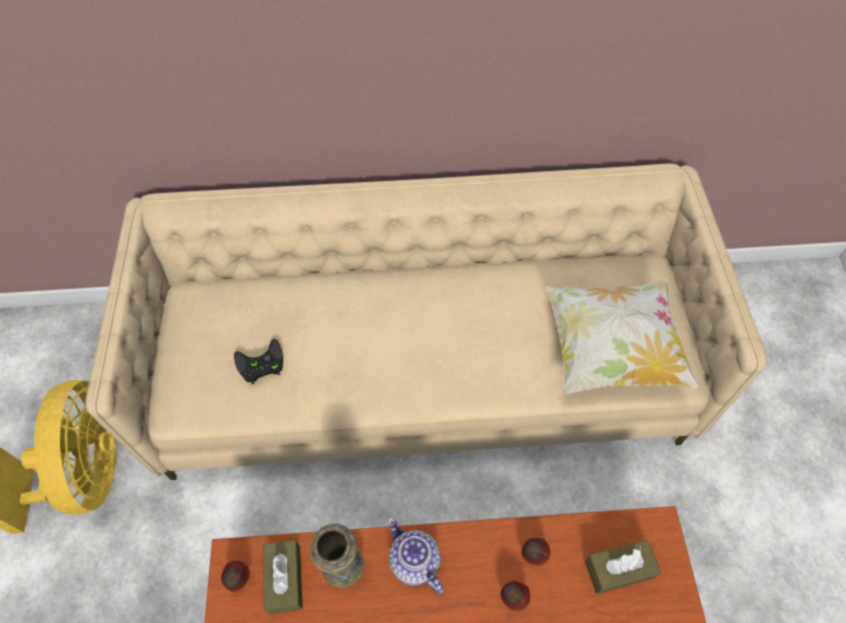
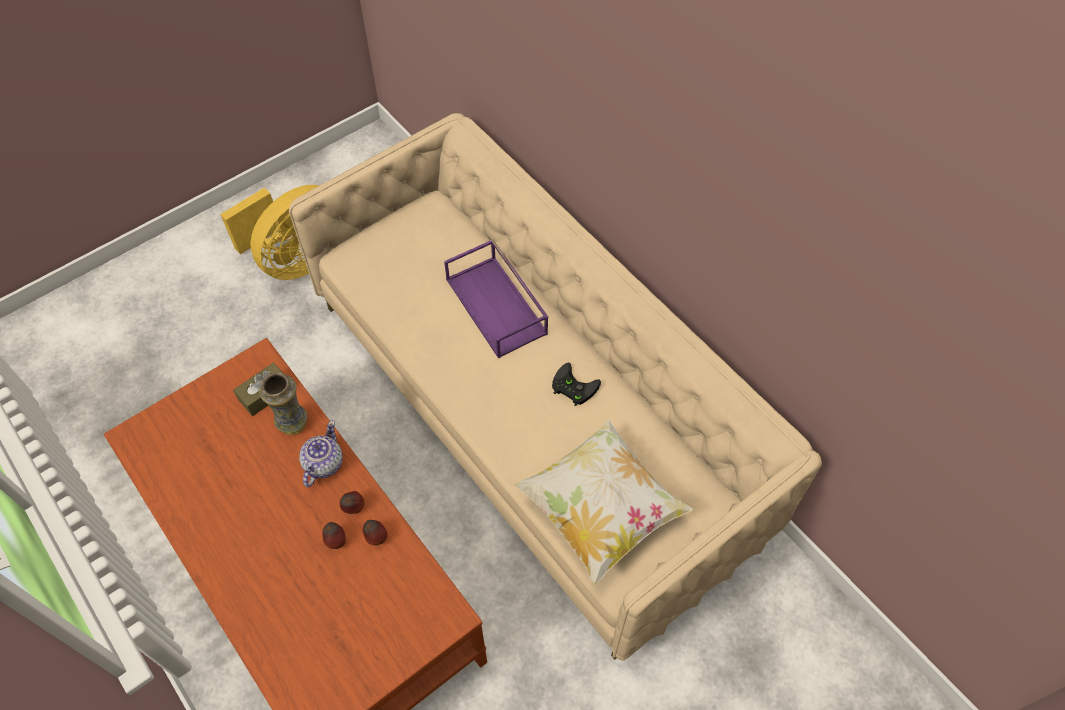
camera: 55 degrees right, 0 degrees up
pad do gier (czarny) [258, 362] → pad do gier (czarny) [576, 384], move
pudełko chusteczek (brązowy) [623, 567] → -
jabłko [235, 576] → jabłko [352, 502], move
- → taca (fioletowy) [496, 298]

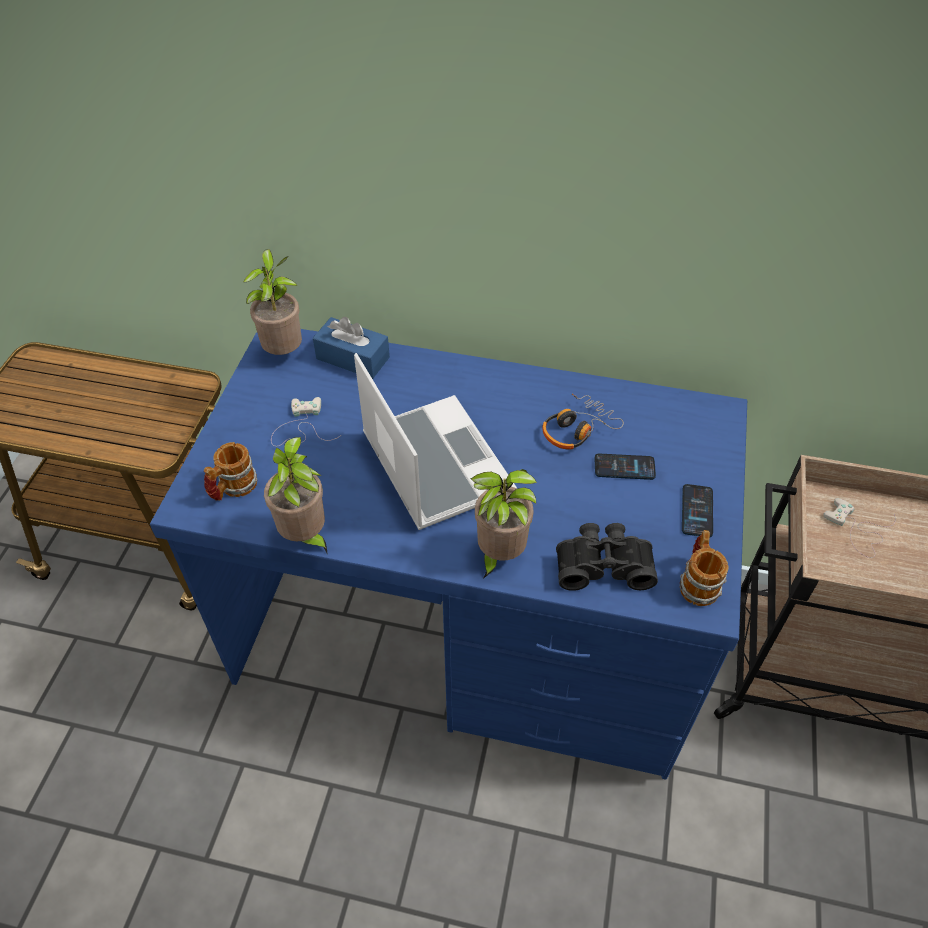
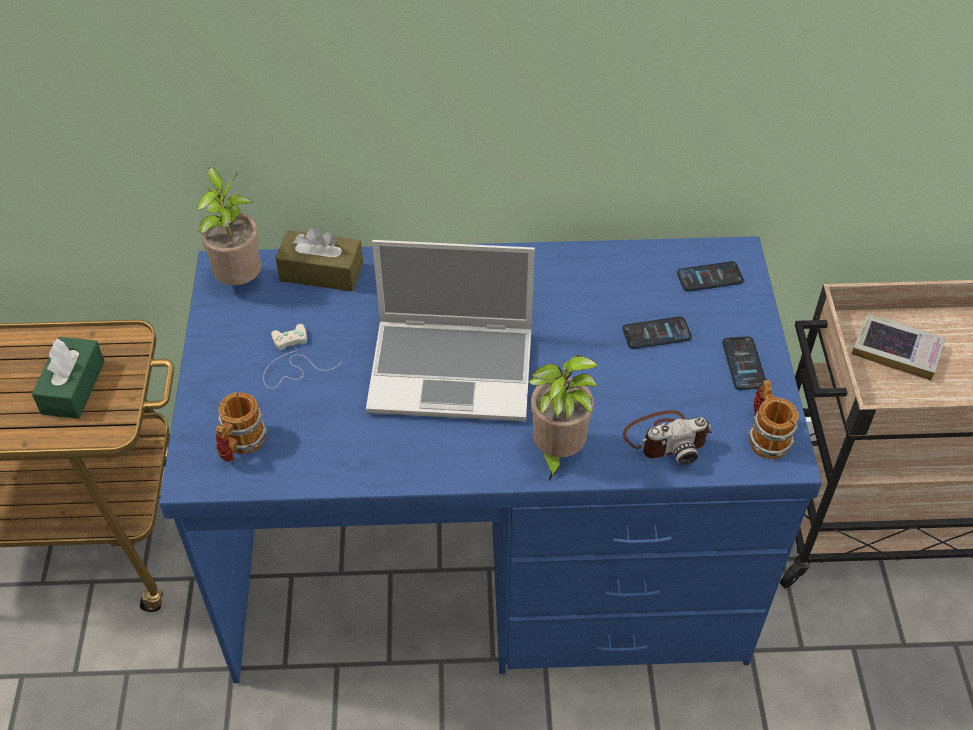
camera: 15 degrees left, 0 degrees up
pudełko chusteczek (niebieski) [351, 348] → pudełko chusteczek (brązowy) [319, 259]
laptop [435, 441] → laptop [450, 330], 135 degrees clockwise
słuchawki [583, 421] → -
roślina doniczkowa [296, 496] → -
pad do gier (biały) [859, 528] → książka [898, 347]
lornetka (czarny) [607, 557] → aparat fotograficzny [667, 437]
- → telefon [710, 276]
- → pudełko chusteczek (zielony) [68, 378]

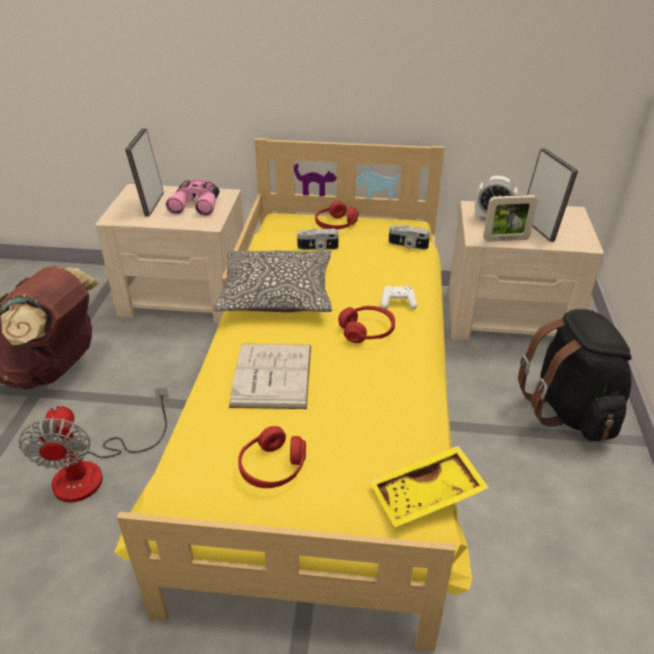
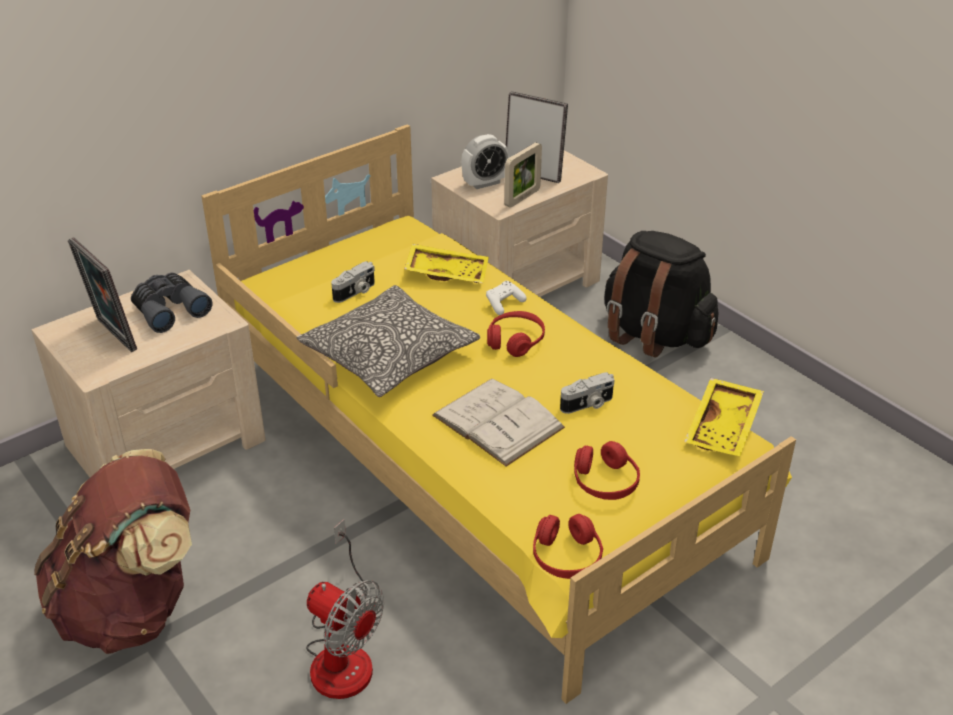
camera: 45 degrees left, 0 degrees up
lornetka (różowy) [193, 197] → lornetka (szary) [172, 303]
słuchawki (czerwony) [336, 215] → słuchawki (czerwony) [568, 546], move
aparat fotograficzny [409, 237] → aparat fotograficzny [587, 393], move
- → taca (żółty) [446, 263]

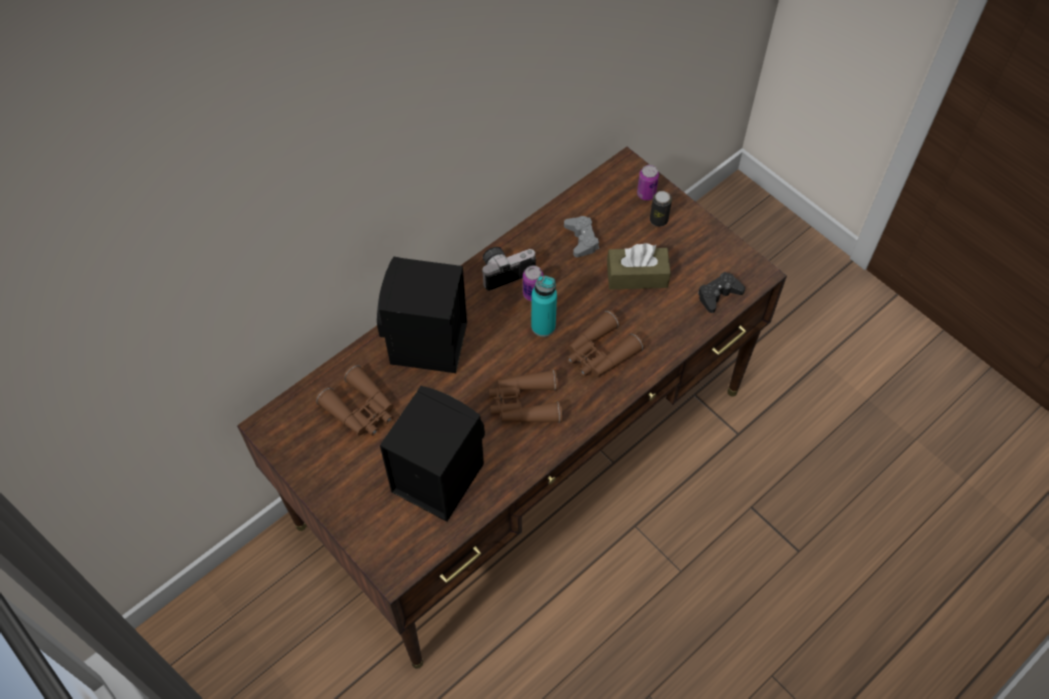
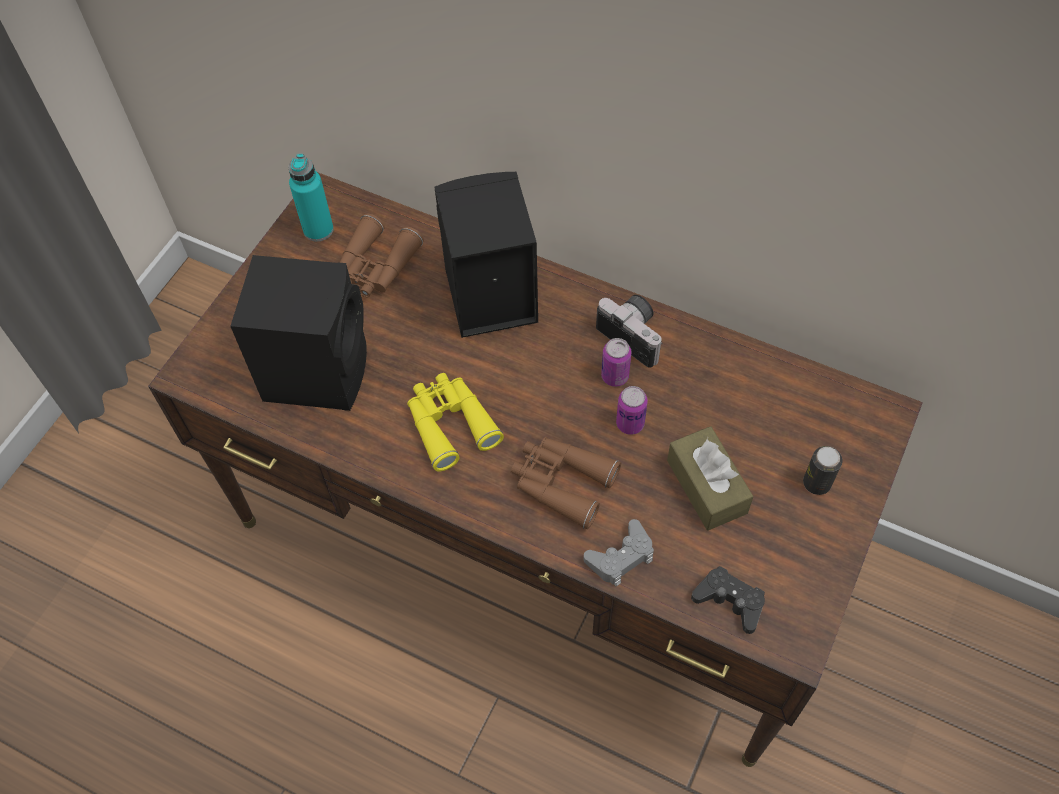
camera: 70 degrees right, 0 degrees up
puszka [648, 183] → puszka [632, 410], move
pad do gier (szary) [581, 236] → pad do gier (szary) [619, 552], move
butelka (turkusowy) [544, 306] → butelka (turkusowy) [311, 198], move
lornetka (brązowy) [525, 396] → lornetka (żółty) [455, 422]

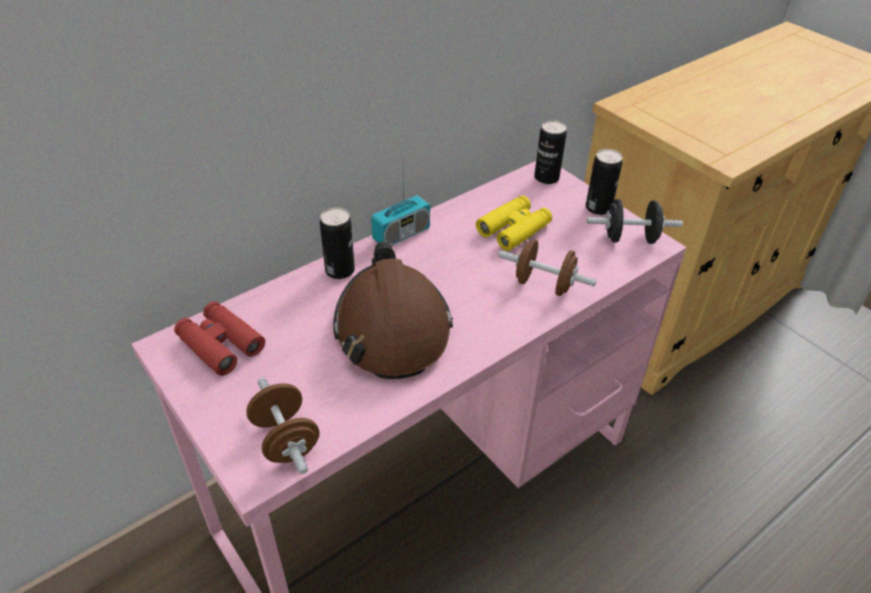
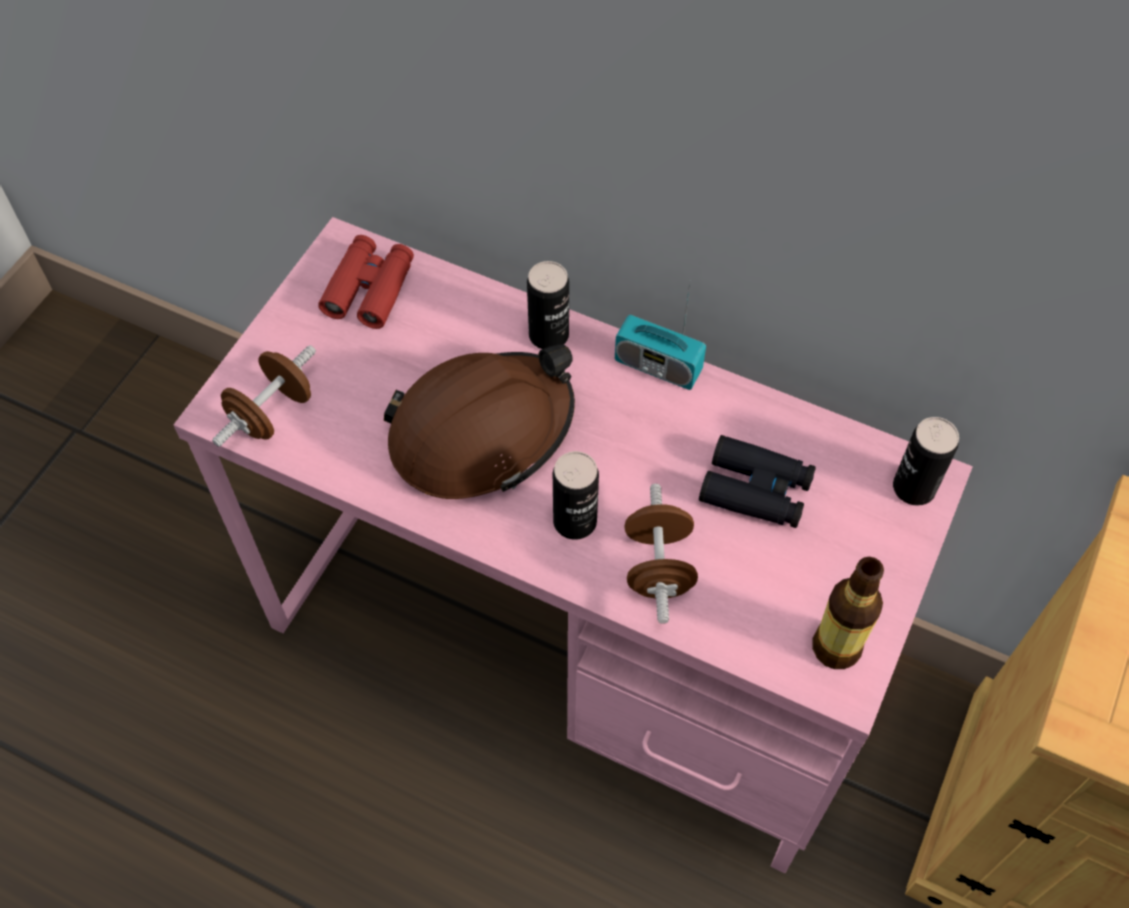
camera: 65 degrees right, 15 degrees up
puszka [603, 182] → puszka [576, 495], move
lornetka (żółty) [514, 223] → lornetka (czarny) [757, 481]
hantel (czarny) [635, 221] → butelka [848, 613]

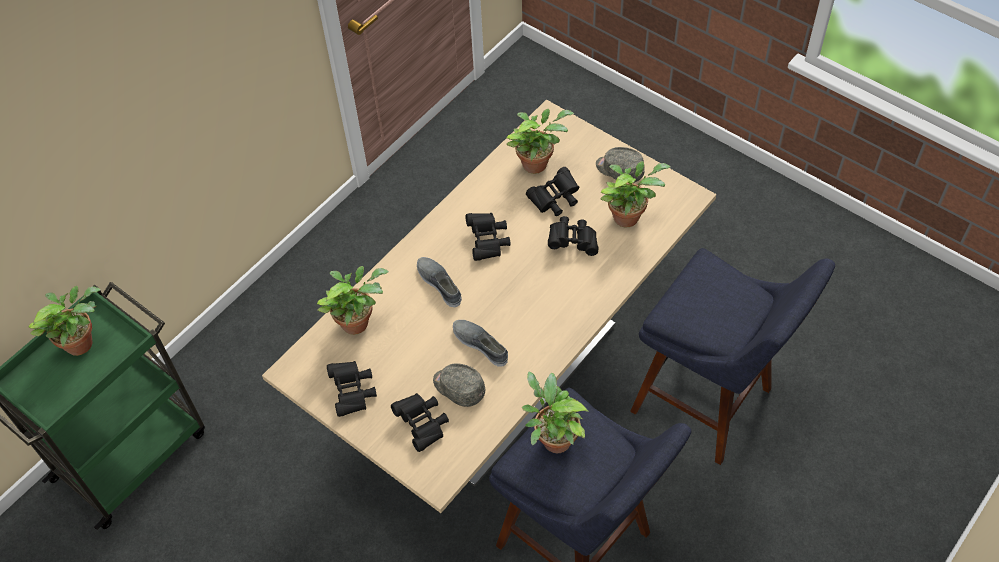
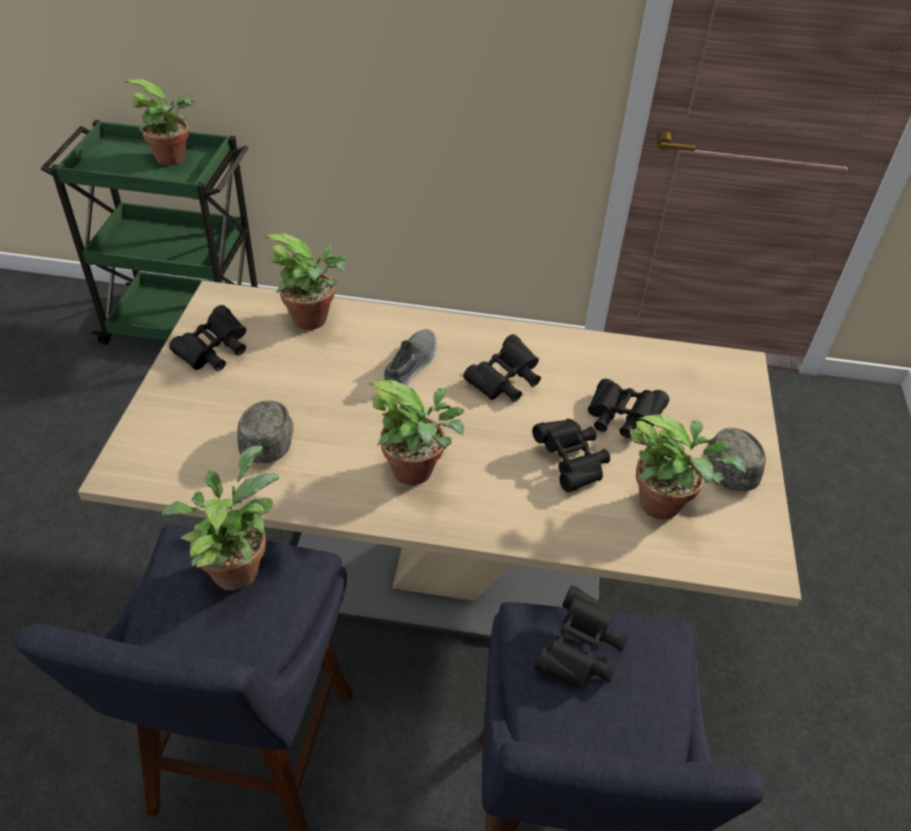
camera: 55 degrees right, 10 degrees down
roślina doniczkowa [540, 141] → roślina doniczkowa [417, 432], move
but (szary) [480, 343] → -
lornetka (czarny) [420, 422] → lornetka (czarny) [581, 637], move

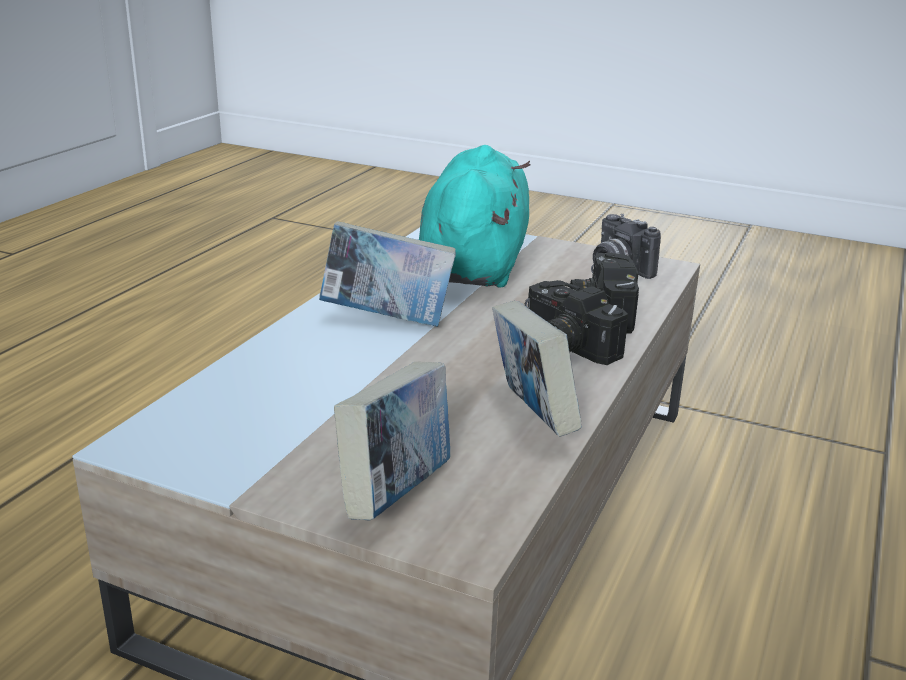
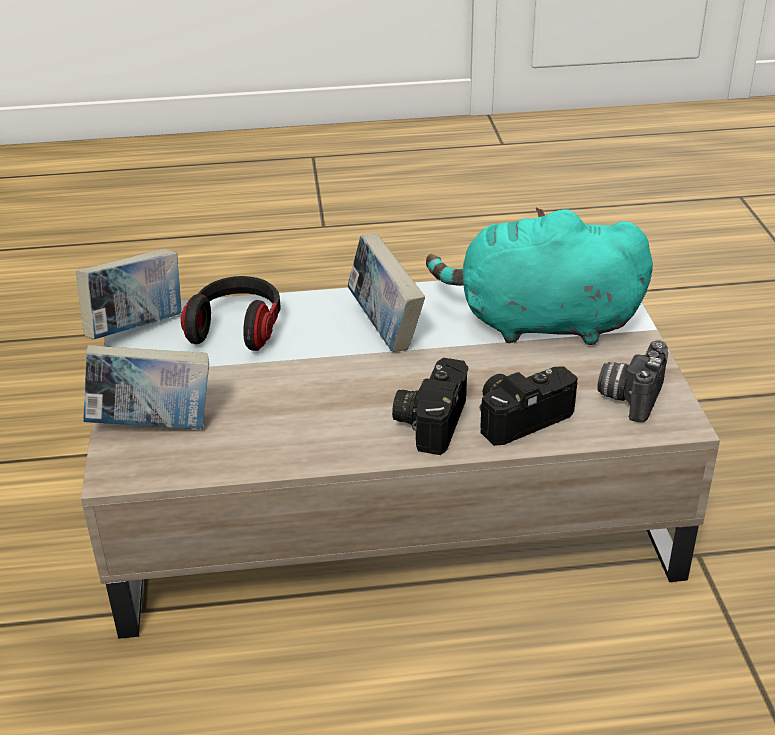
camera: 60 degrees right, 10 degrees up
pluszak (turkusowy) [474, 216] → pluszak (turkusowy) [539, 276], 150 degrees counterclockwise
książka [537, 369] → książka [128, 294], move
- → słuchawki [230, 313]

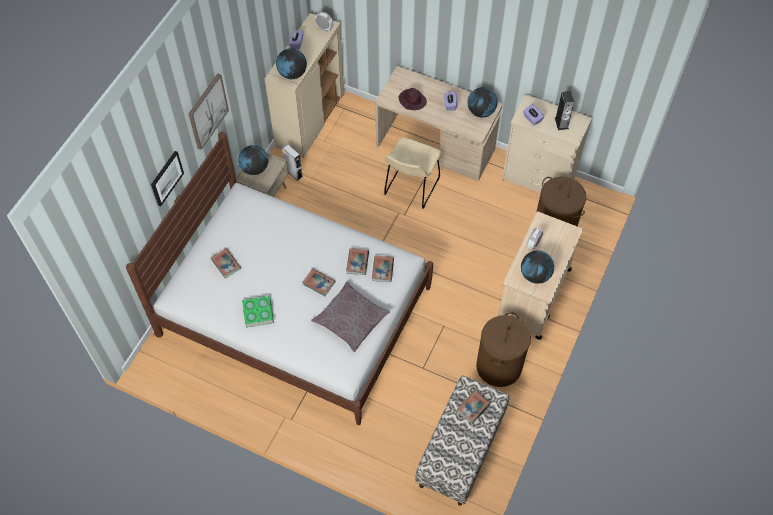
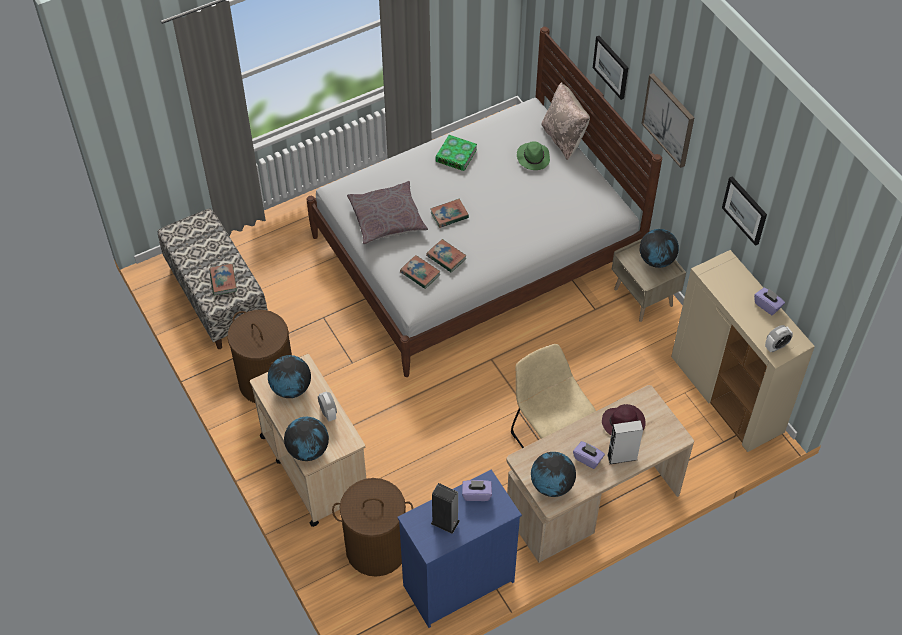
camera: 125 degrees right, 5 degrees down
globus [291, 63] → globus [306, 439], move
komoda (beżowy) [547, 143] → komoda (niebieski) [459, 549]
głośnik (szary) [292, 162] → głośnik (szary) [625, 442], move
książka [225, 263] → kapelusz (zielony) [533, 155]
- → poduszka (beżowy) [566, 121]
- → obraz [744, 211]

